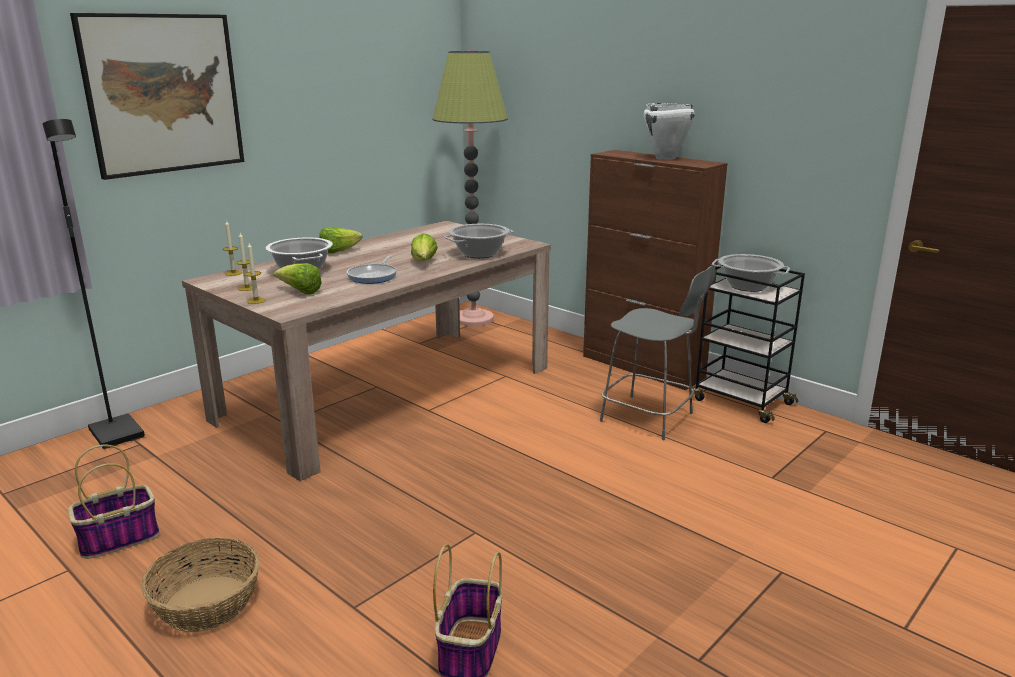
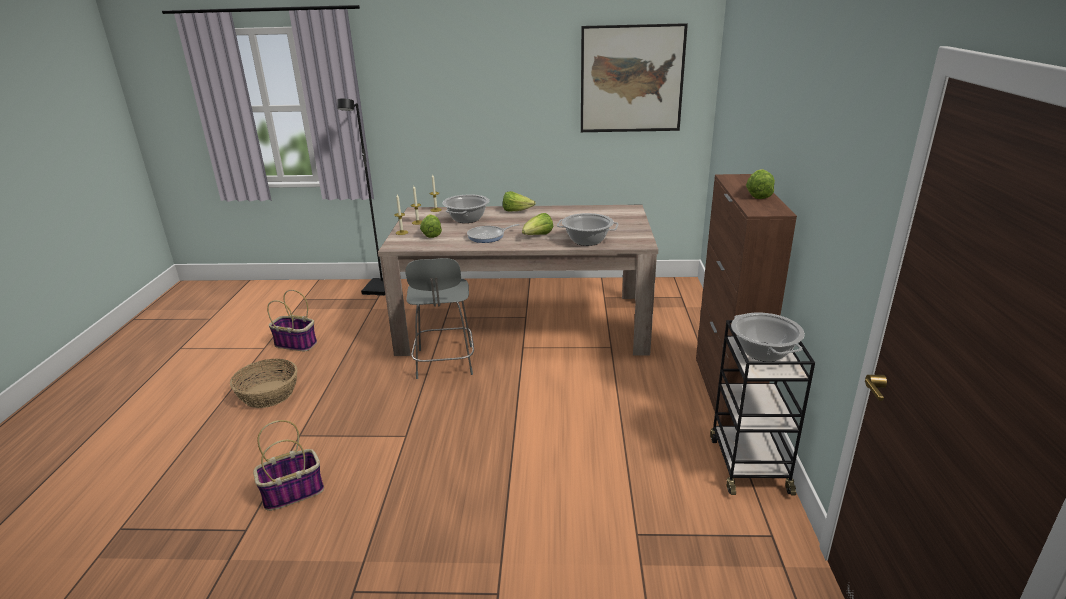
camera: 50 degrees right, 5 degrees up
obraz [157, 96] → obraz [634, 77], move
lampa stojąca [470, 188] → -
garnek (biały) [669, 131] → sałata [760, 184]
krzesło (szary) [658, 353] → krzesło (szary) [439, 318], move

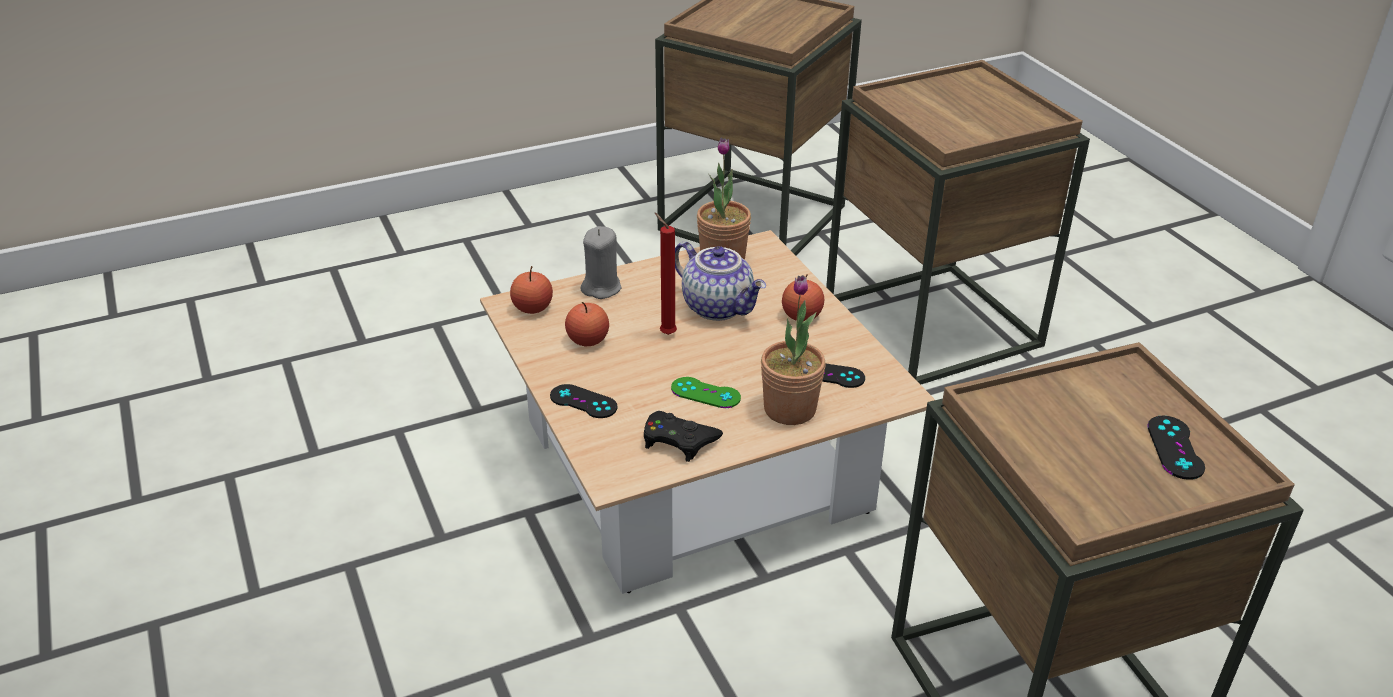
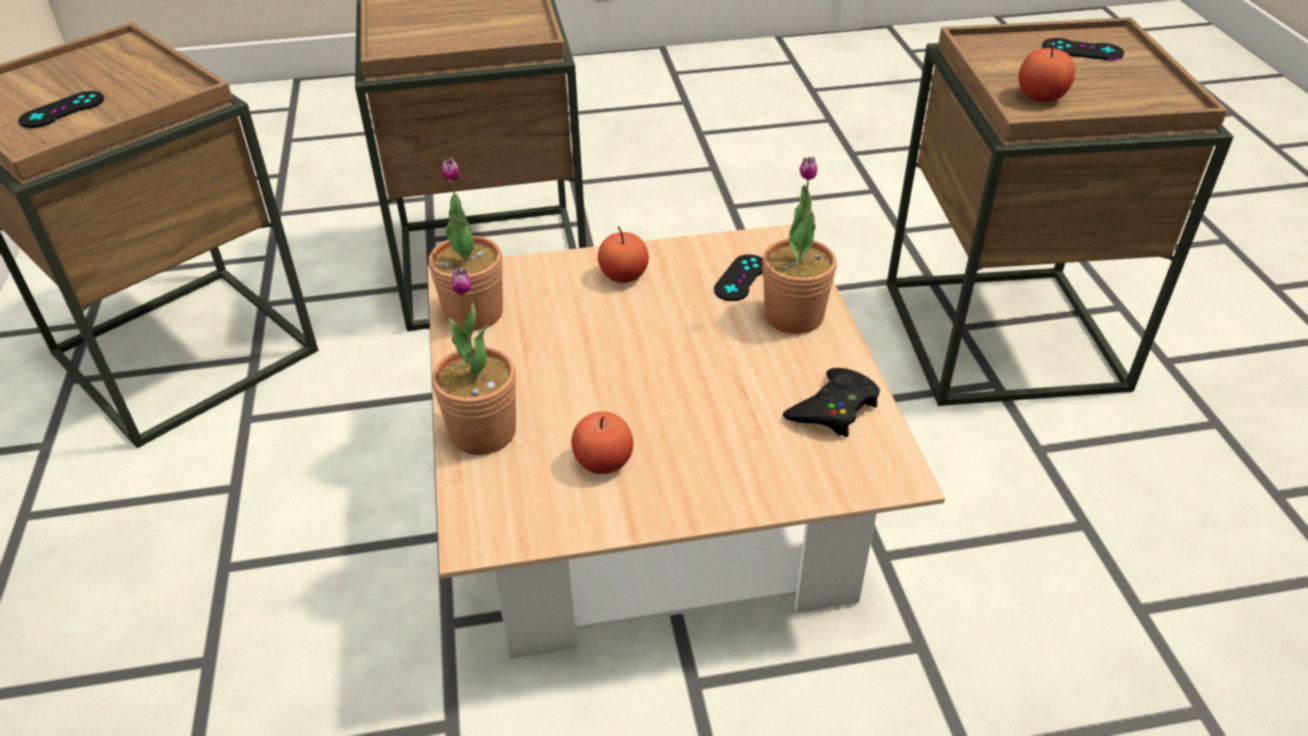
camera: 75 degrees left, 5 degrees up
świeca (czerwony) [666, 274] → -
świeca (szary) [601, 262] → roślina doniczkowa [474, 361]
imbryk [720, 281] → -
jabłko [531, 290] → jabłko [1047, 70], move
pad do gier (zielony) [706, 392] → -
pad do gier (czarny) [584, 401] → pad do gier (czarny) [61, 109], move

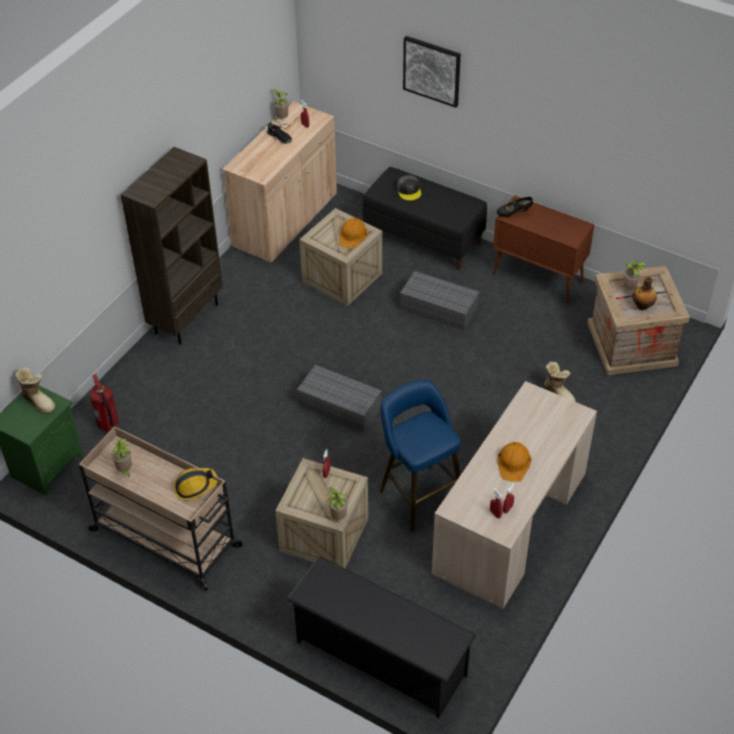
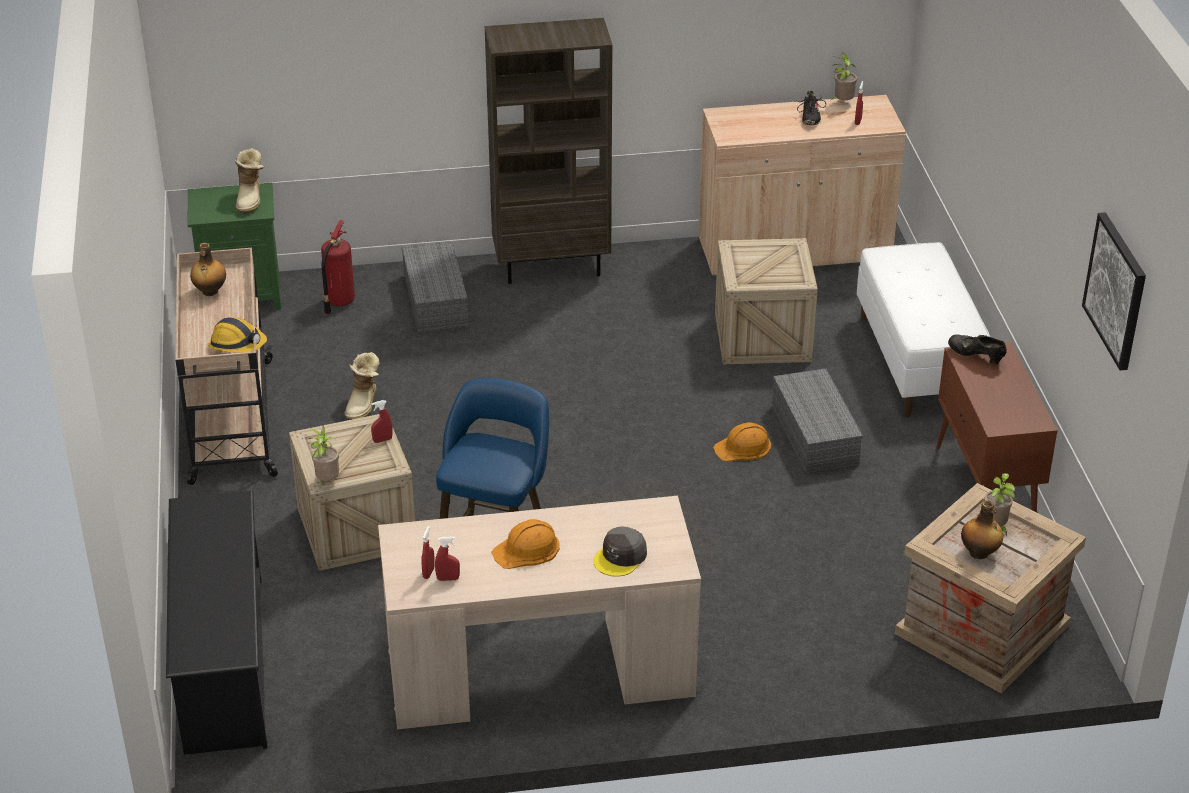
camera: 50 degrees right, 10 degrees down
obraz [432, 72] → obraz [1114, 291], move
ławka (czarny) [425, 218] → ławka (biały) [923, 329]
czapka z daszkiem (szary) [409, 188] → czapka z daszkiem (szary) [620, 551], move
kask (pomarańczowy) [353, 233] → kask (pomarańczowy) [742, 441], move
but z cholewką [560, 382] → but z cholewką [362, 386], move
pojemnik do przechowywania (szary) [339, 398] → pojemnik do przechowywania (szary) [434, 286], move
roślina doniczkowa [121, 458] → butelka [208, 269]

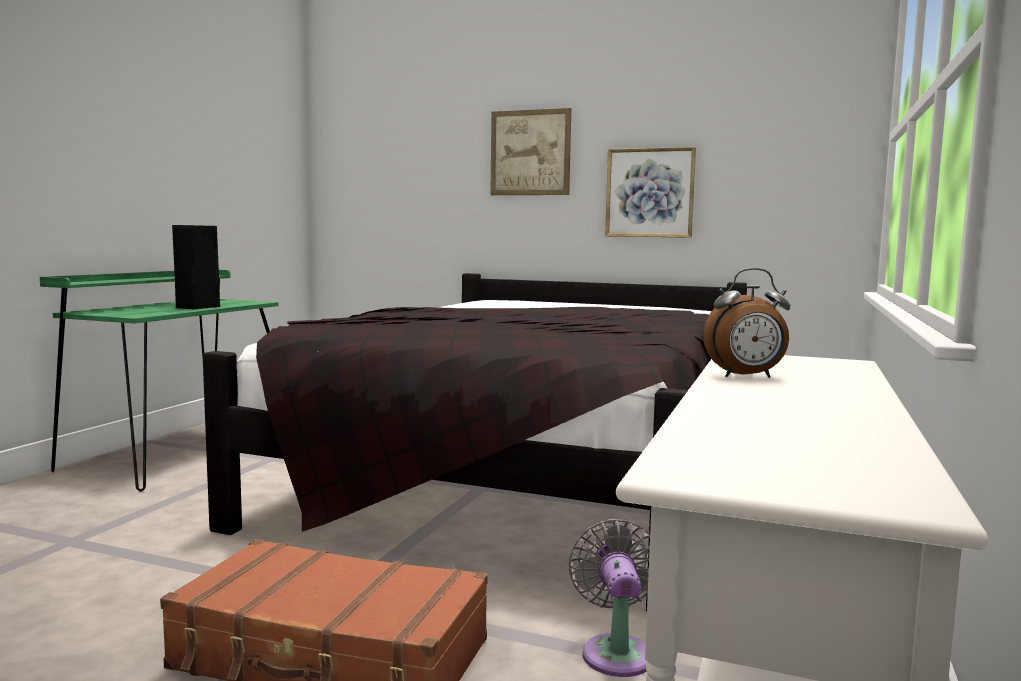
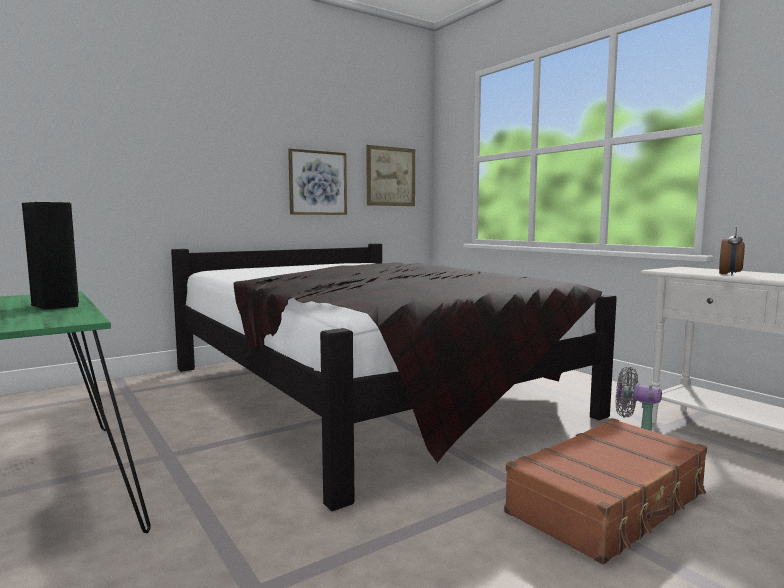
camera: 55 degrees left, 0 degrees up
obraz [530, 151] → obraz [390, 175], move

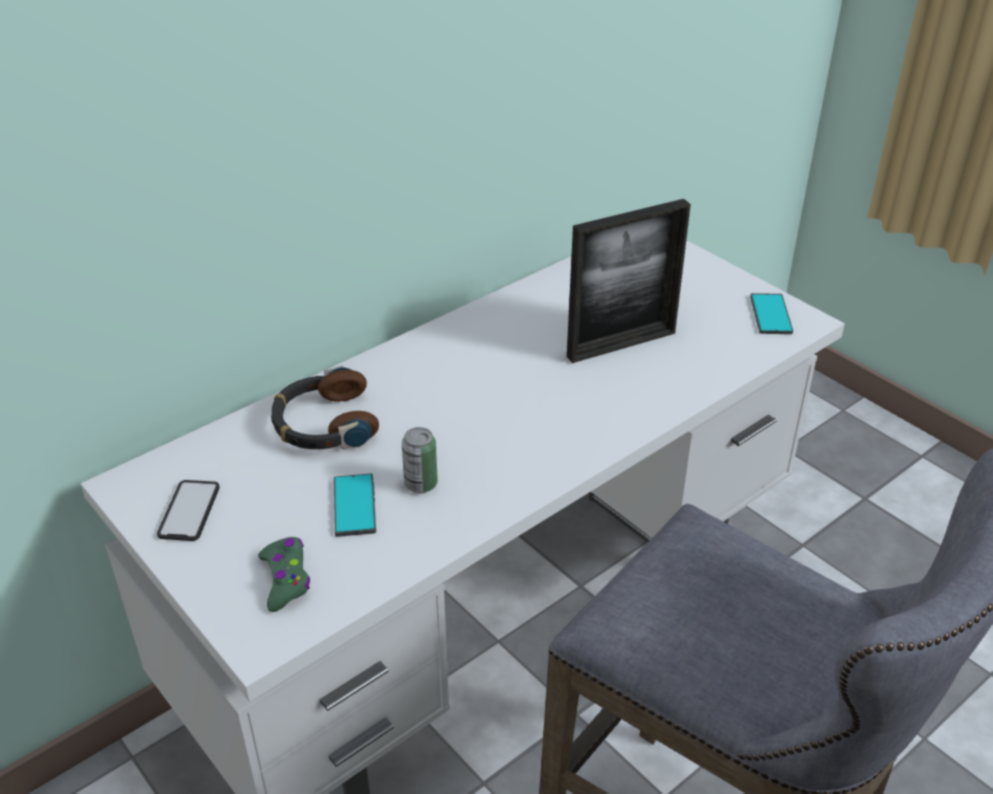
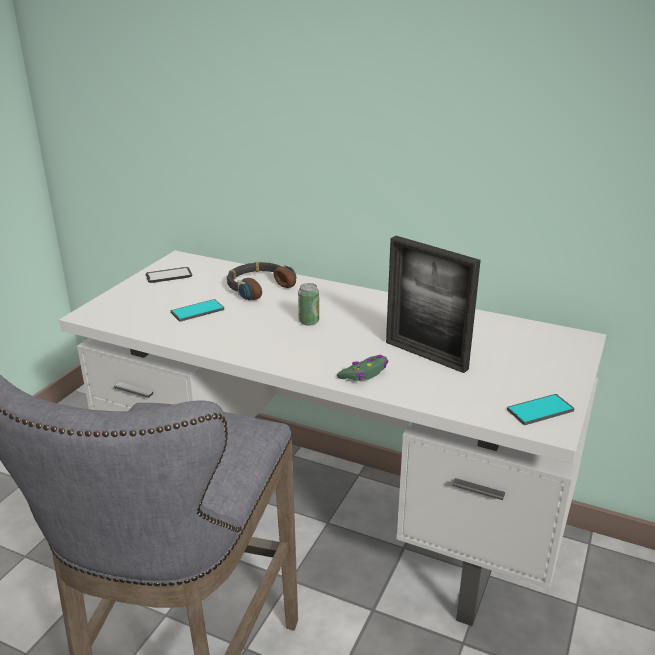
camera: 65 degrees right, 10 degrees down
puszka [420, 460] → puszka [308, 304], move
pad do gier (zielony) [284, 574] → pad do gier (zielony) [362, 368], move

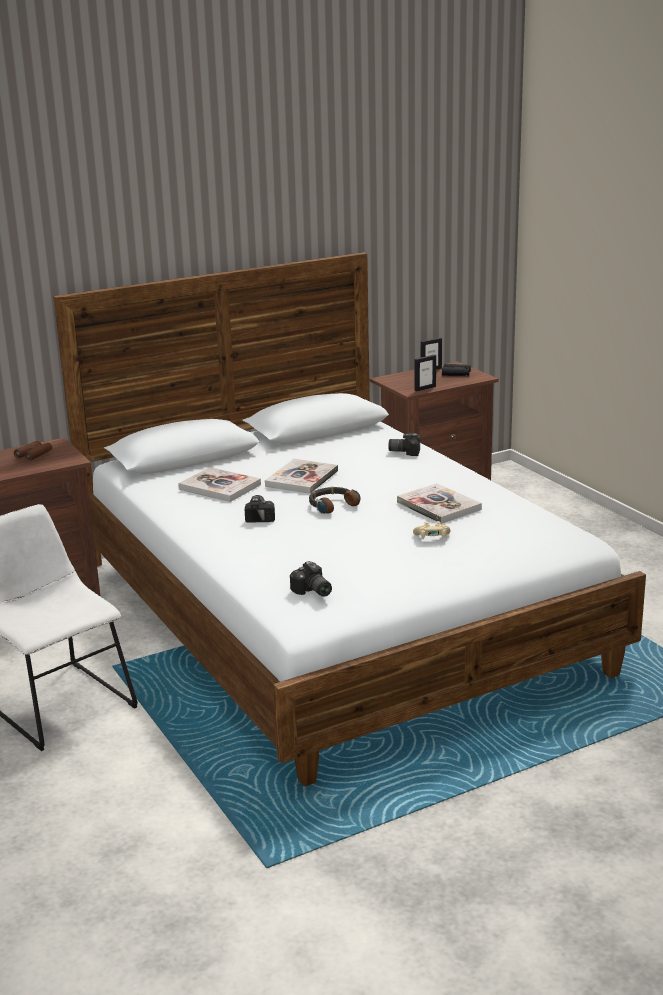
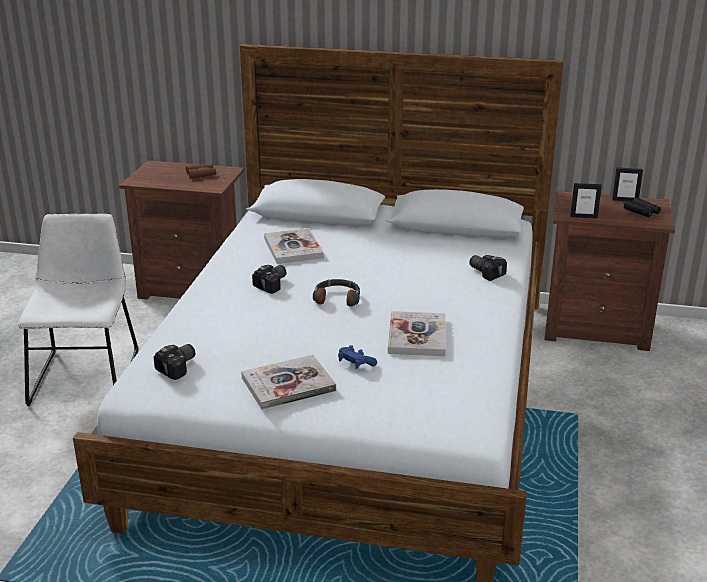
camera: 40 degrees right, 5 degrees up
książka [301, 476] → książka [288, 382], move
pad do gier (beżowy) [432, 530] → pad do gier (niebieski) [357, 357]
aparat fotograficzny [311, 579] → aparat fotograficzny [174, 362], 150 degrees counterclockwise

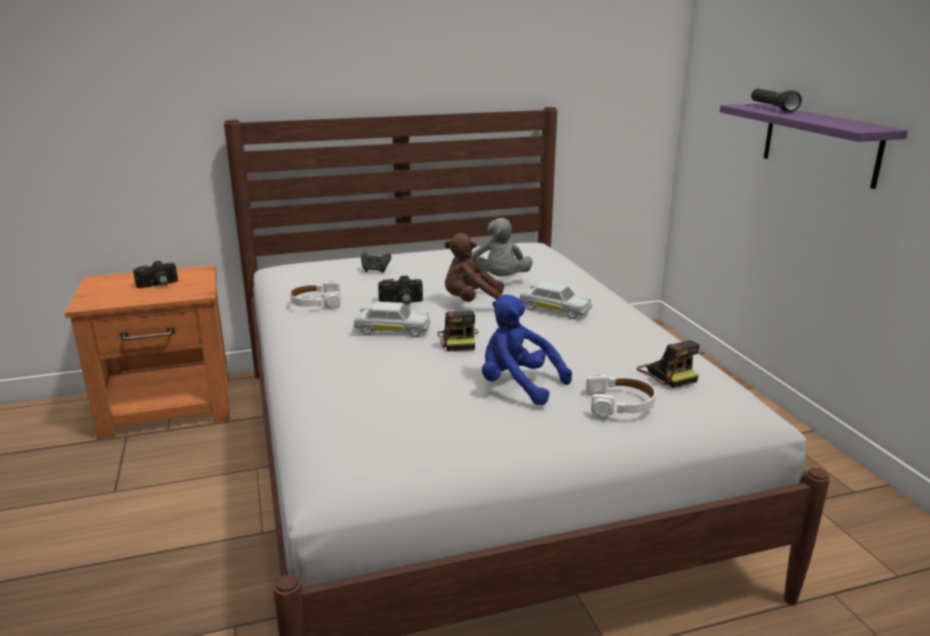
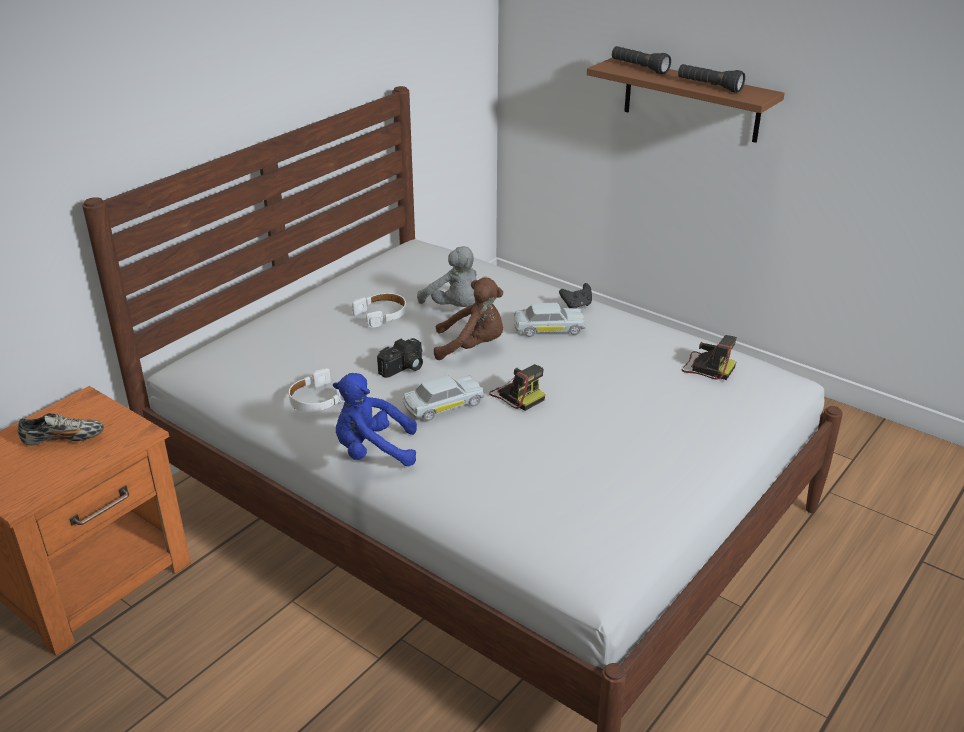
camera: 35 degrees left, 10 degrees up
półka (fioletowy) [814, 146] → półka (brązowy) [686, 100]
pluszak (brązowy) [476, 267] → pluszak (brązowy) [468, 319], 135 degrees counterclockwise
pad do gier (czarny) [376, 262] → pad do gier (czarny) [575, 295], move
aparat fotograficzny [155, 274] → but [61, 429]
pluszak (niebieski) [527, 350] → pluszak (niebieski) [375, 419], move
słuchawki (biały) [621, 395] → słuchawki (biały) [379, 310], move
- → latarka (czarny) [711, 78]

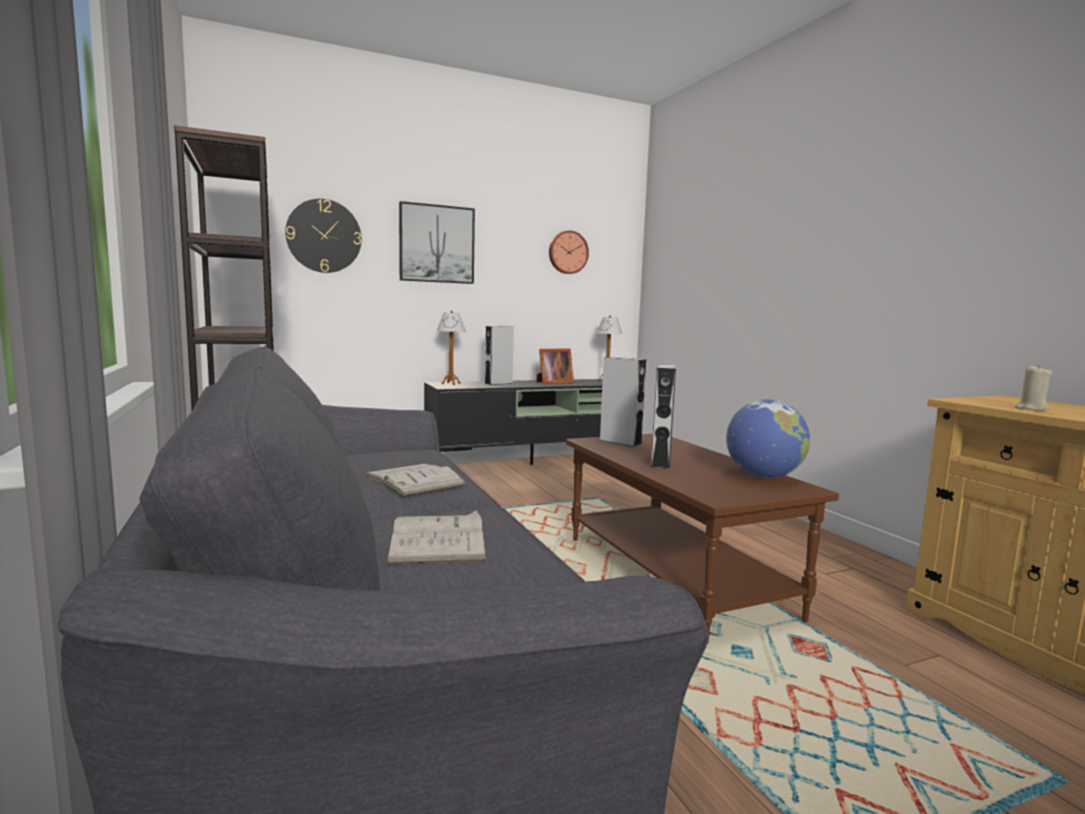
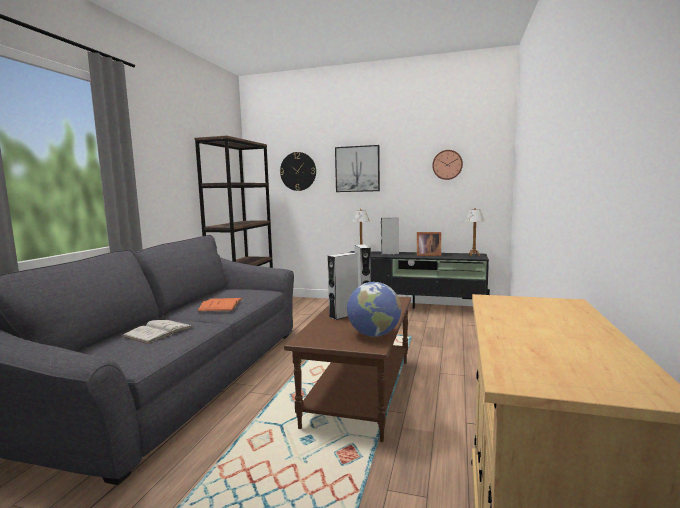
camera: 40 degrees right, 0 degrees up
świeca (beżowy) [1033, 388] → -
książka (biały) [415, 480] → książka (pomarańczowy) [220, 305]

